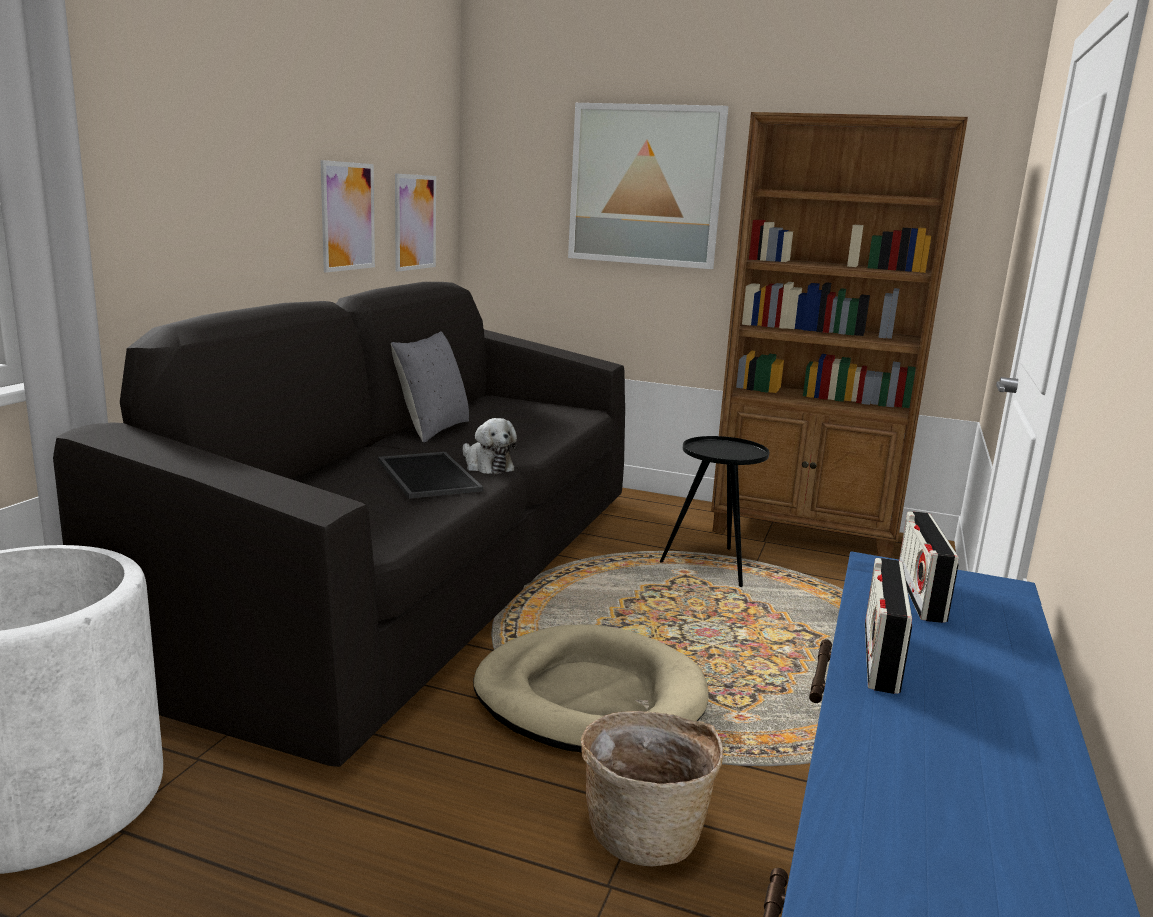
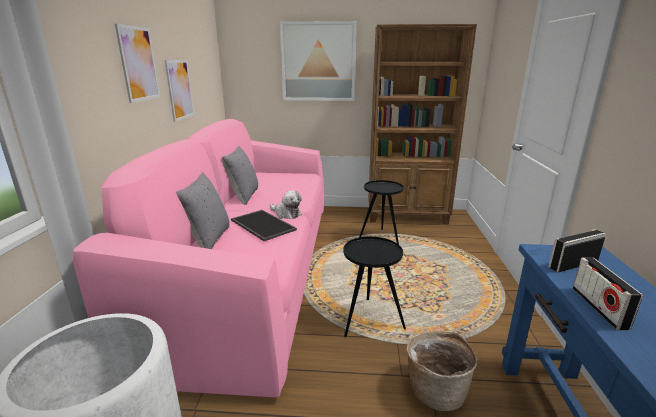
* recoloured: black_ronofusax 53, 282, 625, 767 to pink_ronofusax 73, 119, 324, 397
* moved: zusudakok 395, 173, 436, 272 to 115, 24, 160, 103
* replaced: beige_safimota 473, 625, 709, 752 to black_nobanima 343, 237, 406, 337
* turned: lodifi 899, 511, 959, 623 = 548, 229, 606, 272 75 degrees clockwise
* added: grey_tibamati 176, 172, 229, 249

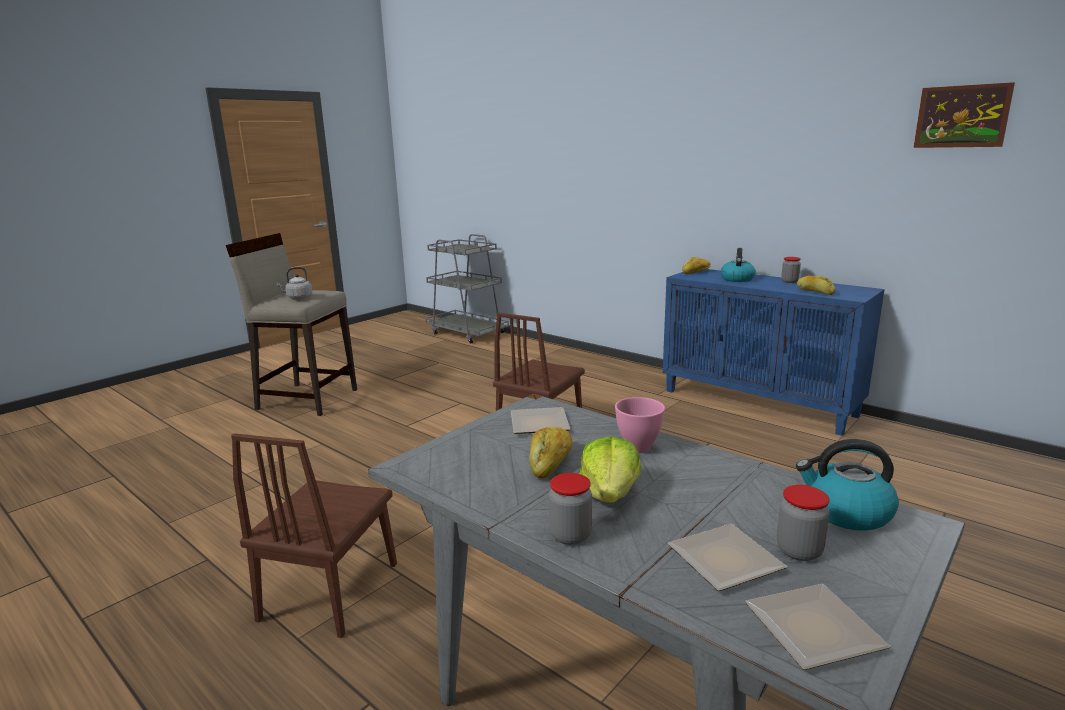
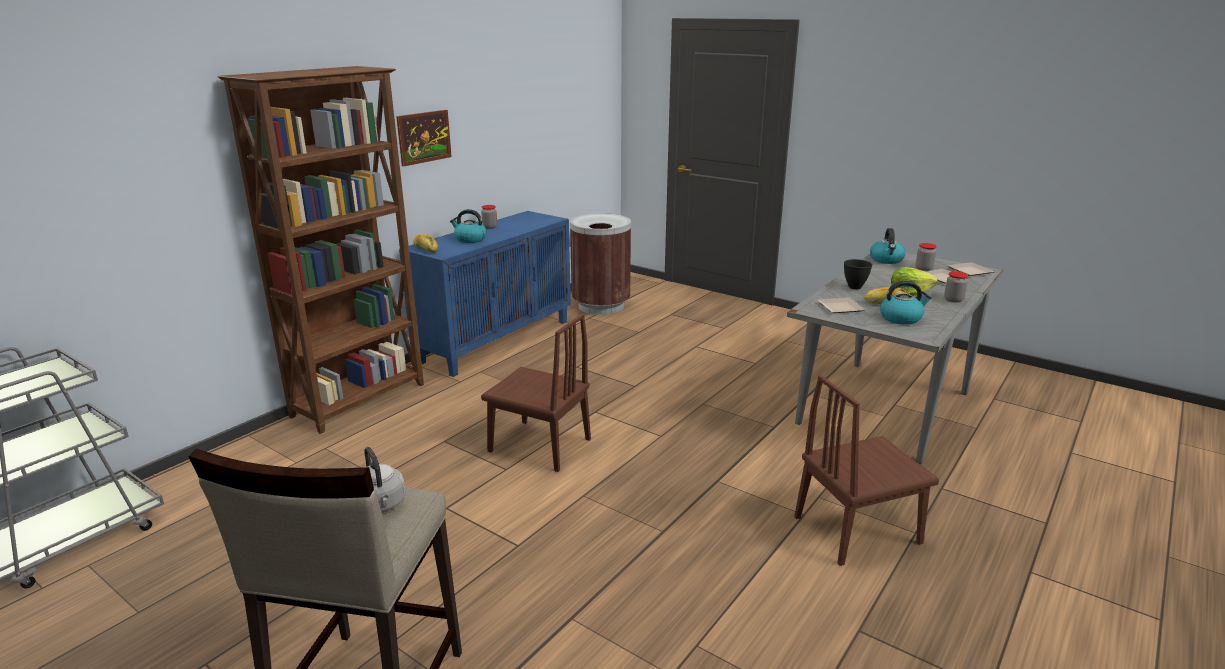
* turned: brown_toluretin 231, 433, 397, 638 = 794, 375, 939, 566 150 degrees clockwise
* recoloured: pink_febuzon 615, 397, 665, 453 to black_febuzon 844, 259, 872, 289
* removed: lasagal 797, 276, 836, 295
* moved: zusudakok 913, 82, 1015, 148 to 396, 110, 452, 167
* added: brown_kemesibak 217, 66, 424, 434
* added: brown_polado 570, 213, 631, 315
* added: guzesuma 880, 281, 932, 325

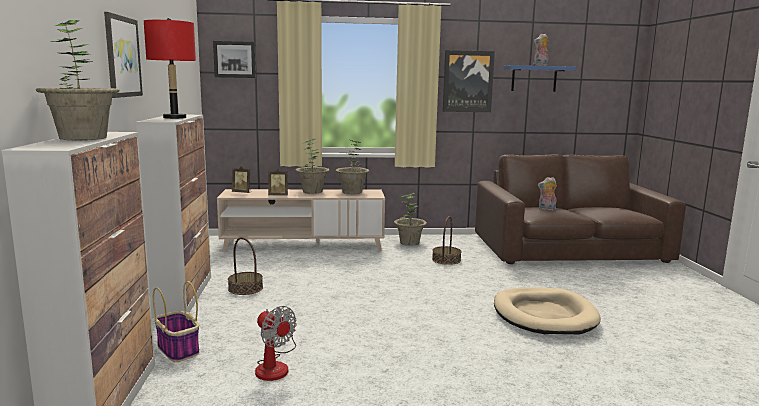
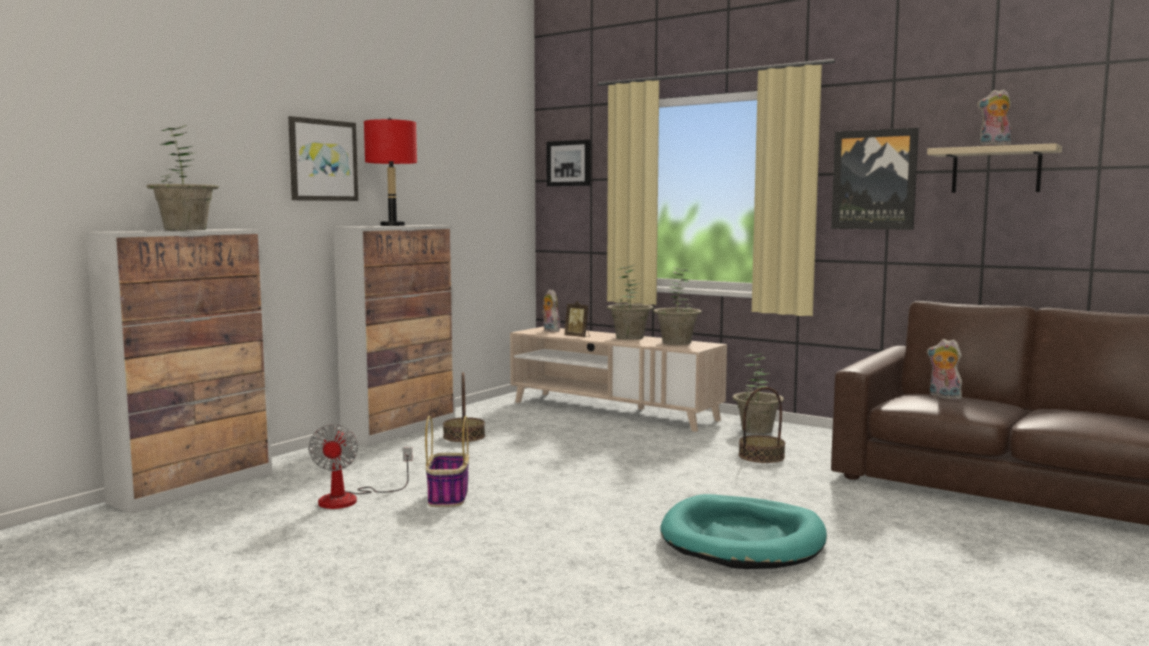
* moved: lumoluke 153, 281, 199, 362 to 425, 416, 469, 507
* replaced: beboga 232, 166, 251, 193 to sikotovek 542, 289, 560, 332
* recoloured: beige_safimota 494, 287, 601, 335 to turquoise_safimota 660, 494, 827, 569
* recoloured: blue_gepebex 504, 65, 576, 92 to beige_gepebex 927, 143, 1062, 193

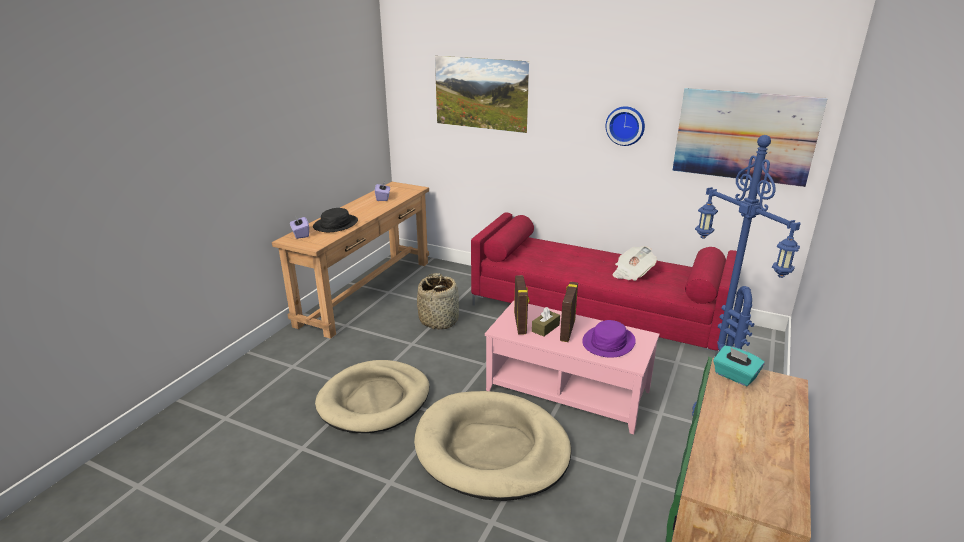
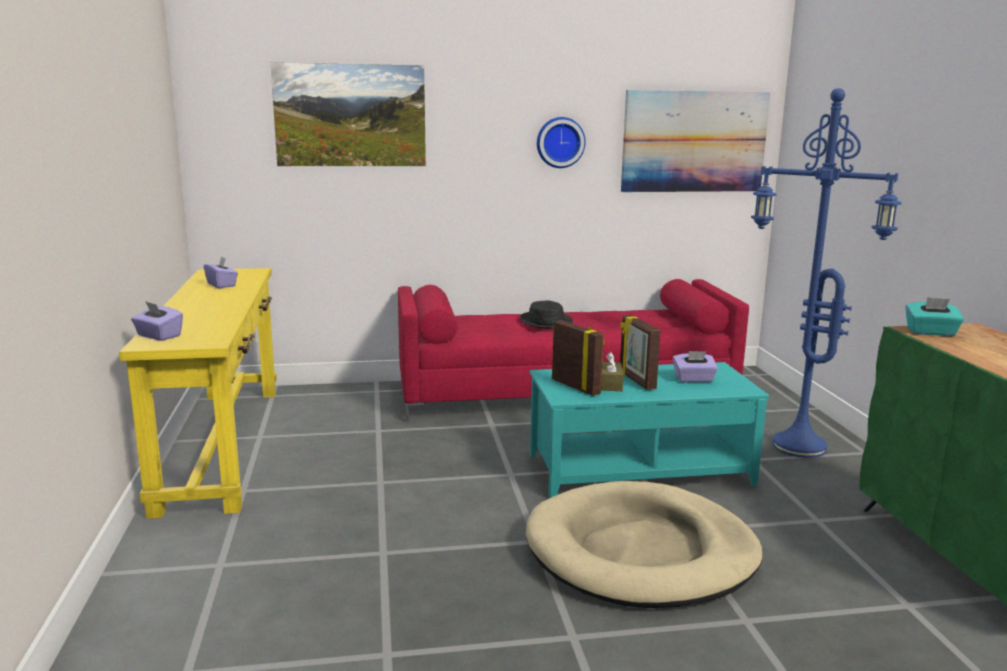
* recoloured: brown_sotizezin 272, 182, 429, 339 to yellow_sotizezin 119, 268, 277, 519
* moved: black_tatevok 313, 208, 358, 232 to 520, 301, 573, 329
* removed: beige_safimota 315, 360, 430, 433
* removed: lumoluke 417, 273, 459, 330
* recoloured: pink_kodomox 485, 301, 660, 435 to turquoise_kodomox 530, 362, 769, 498
* replaced: purple_tatevok 582, 320, 636, 358 to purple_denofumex 673, 351, 718, 382
* removed: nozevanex 613, 246, 657, 281

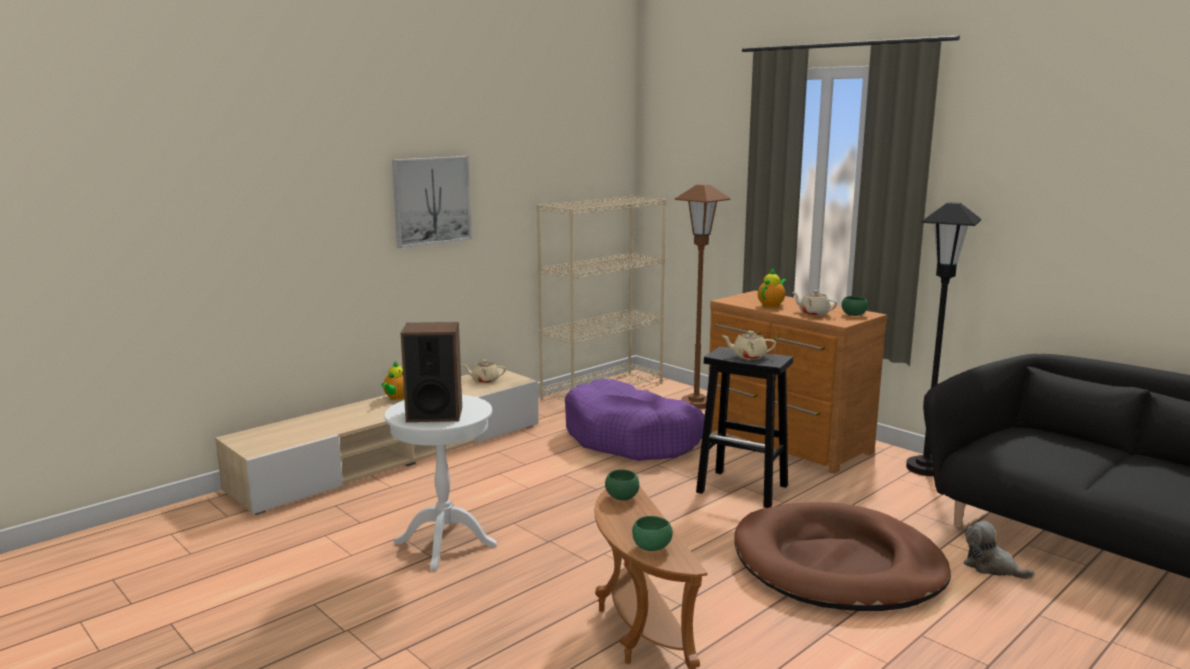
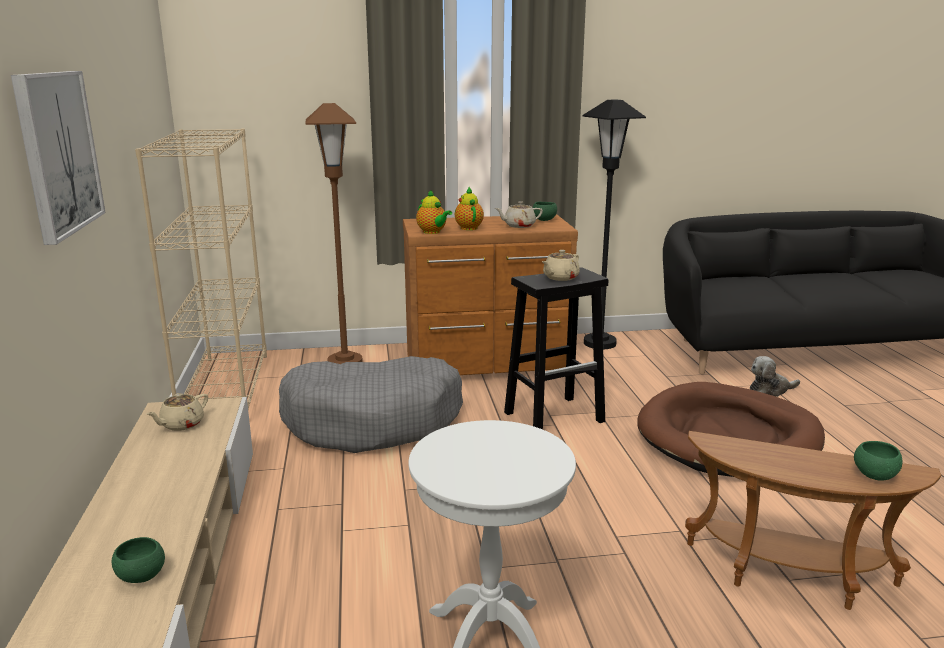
* moved: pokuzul 381, 361, 404, 400 to 416, 190, 452, 234
* removed: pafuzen 401, 322, 462, 422
* recoloured: purple_safimota 565, 379, 705, 461 to grey_safimota 279, 356, 463, 453
* moved: green_febuzon 605, 469, 639, 501 to 112, 537, 165, 583

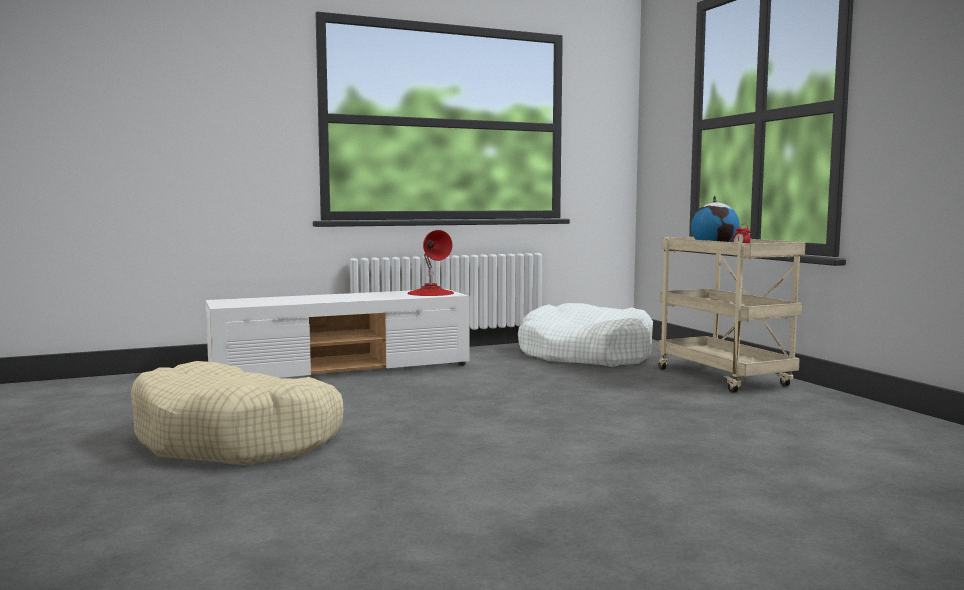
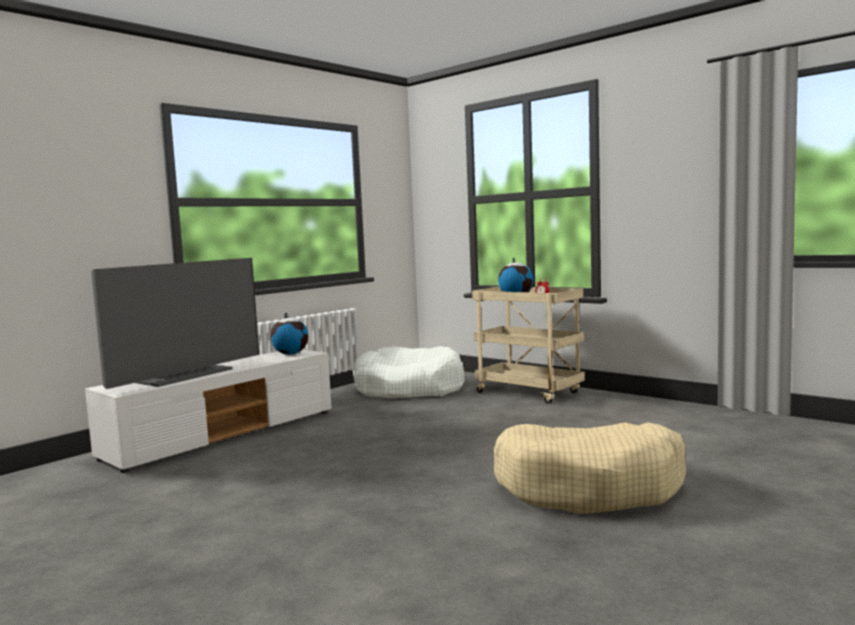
* moved: beige_safimota 131, 361, 343, 465 to 494, 422, 686, 514
* replaced: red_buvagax 407, 230, 454, 296 to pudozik 270, 313, 308, 355
* added: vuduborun 91, 258, 259, 389

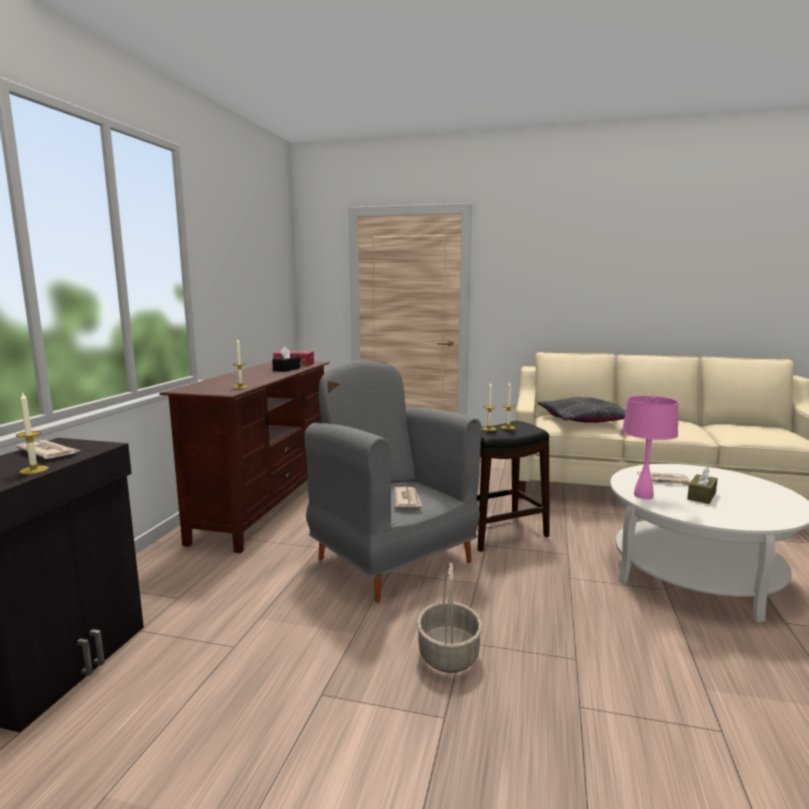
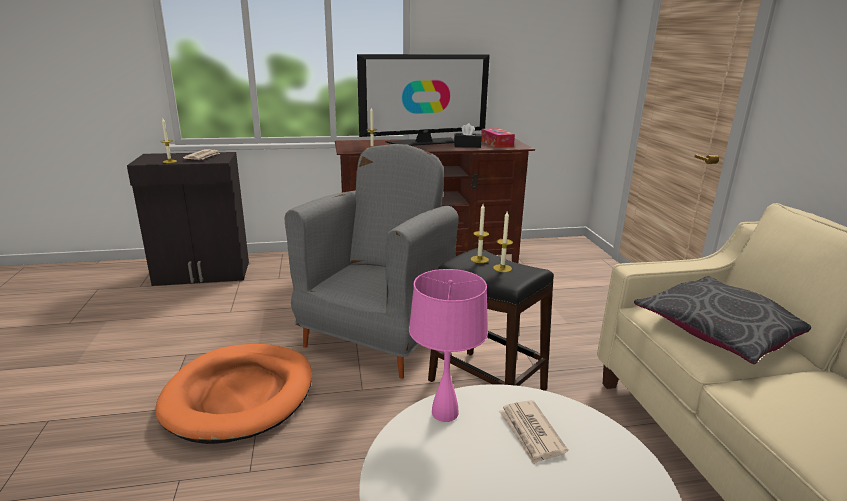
* removed: nozevanex 394, 487, 422, 507
* replaced: lumoluke 417, 562, 482, 673 to orange_safimota 155, 344, 312, 444
* removed: brown_denofumex 687, 466, 718, 504
* added: vuduborun 357, 54, 490, 146

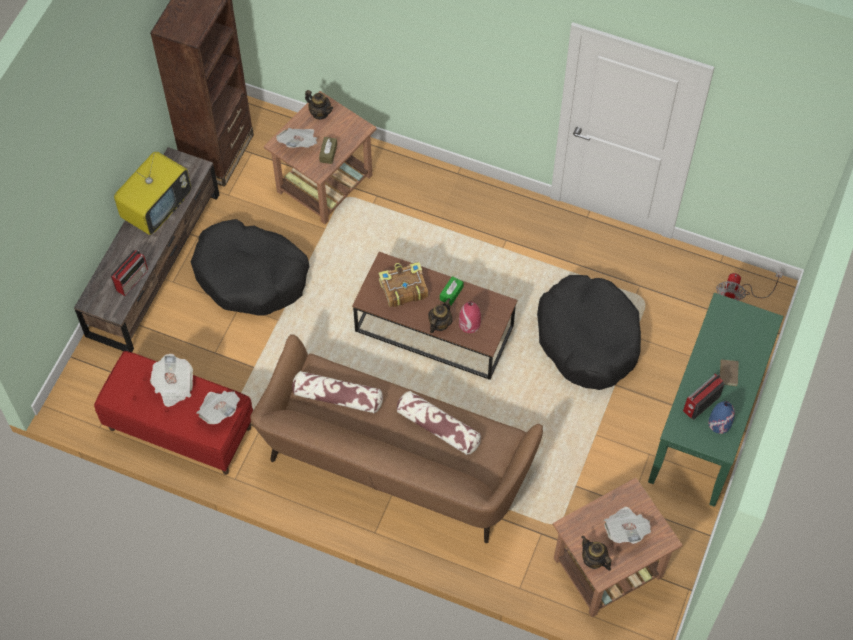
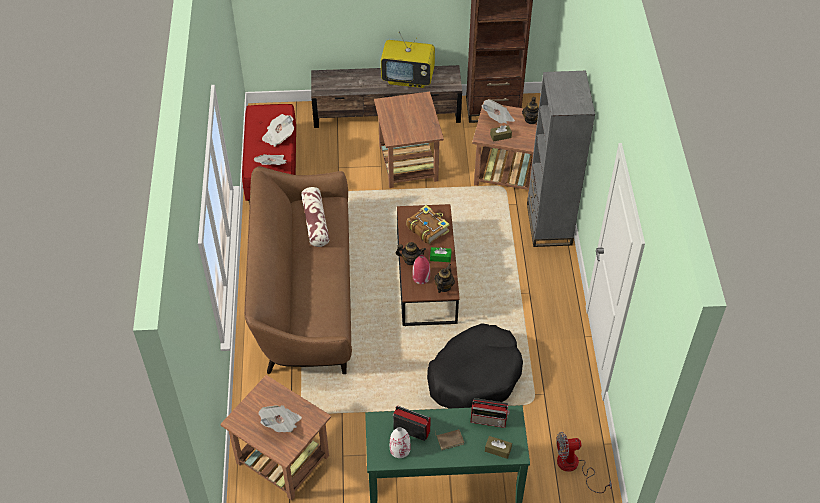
* moved: lodifi 111, 250, 148, 296 to 471, 398, 509, 428
* replaced: black_safimota 191, 219, 310, 316 to brown_nobanima 374, 92, 444, 188
* removed: tibamati 397, 391, 481, 455
* moved: pokuzul 581, 536, 612, 570 to 434, 264, 455, 293
* recoloured: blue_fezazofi 708, 401, 735, 434 to white_fezazofi 390, 427, 411, 458
* added: brown_denofumex 485, 436, 512, 459
* added: grey_kemesibak 527, 71, 595, 247

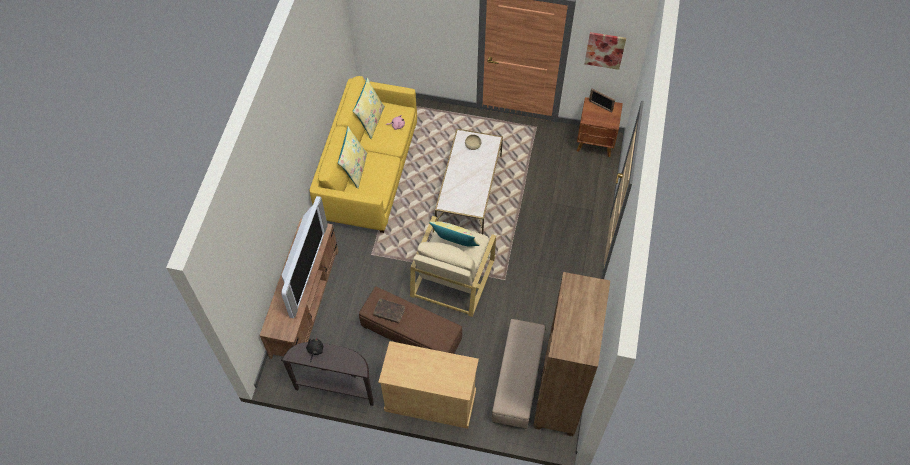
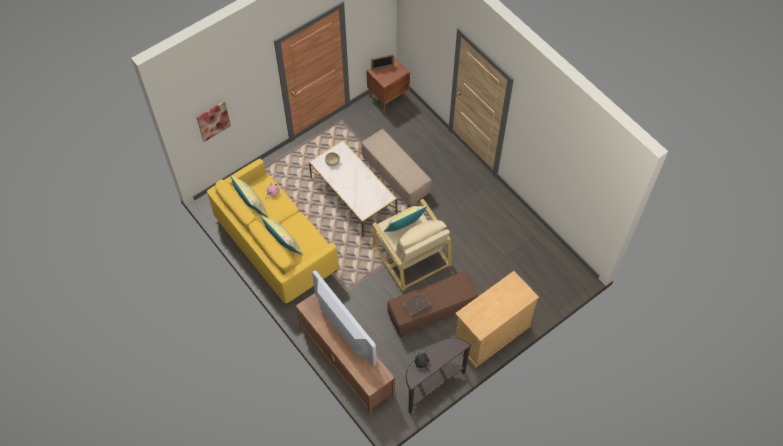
* moved: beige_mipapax 491, 319, 545, 429 to 361, 129, 432, 207
* removed: brown_kemesibak 533, 272, 610, 436
* moved: zusudakok 584, 32, 626, 70 to 196, 101, 231, 142

